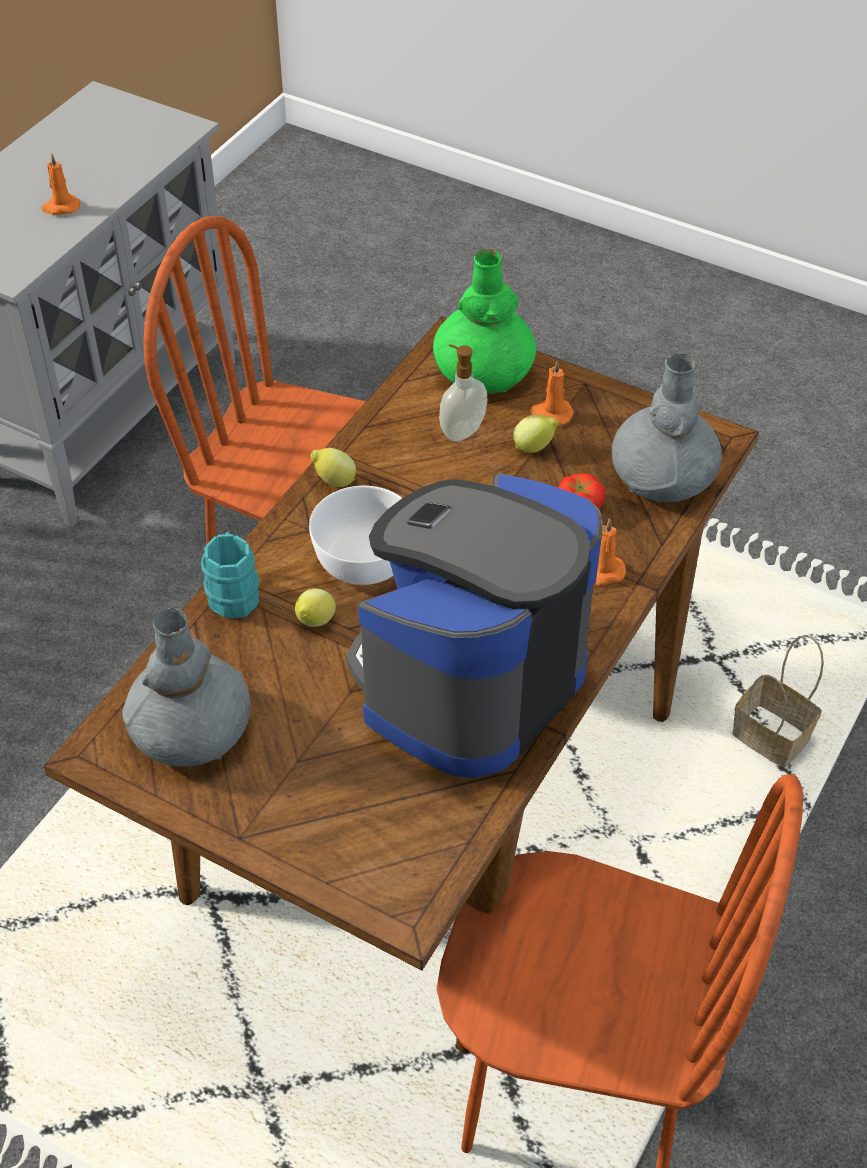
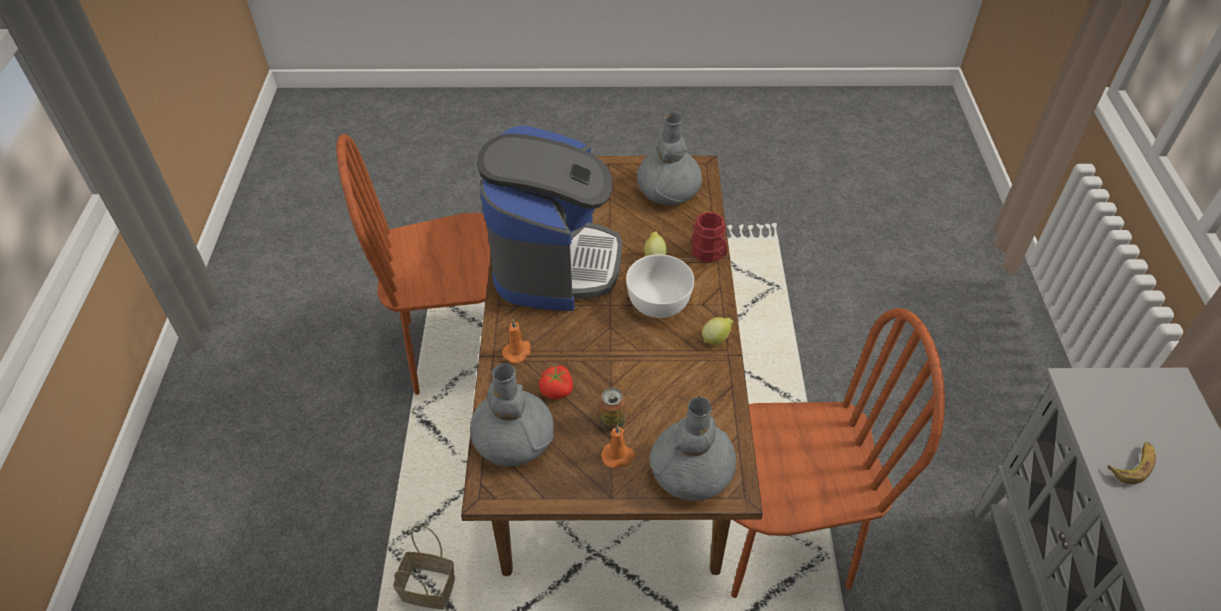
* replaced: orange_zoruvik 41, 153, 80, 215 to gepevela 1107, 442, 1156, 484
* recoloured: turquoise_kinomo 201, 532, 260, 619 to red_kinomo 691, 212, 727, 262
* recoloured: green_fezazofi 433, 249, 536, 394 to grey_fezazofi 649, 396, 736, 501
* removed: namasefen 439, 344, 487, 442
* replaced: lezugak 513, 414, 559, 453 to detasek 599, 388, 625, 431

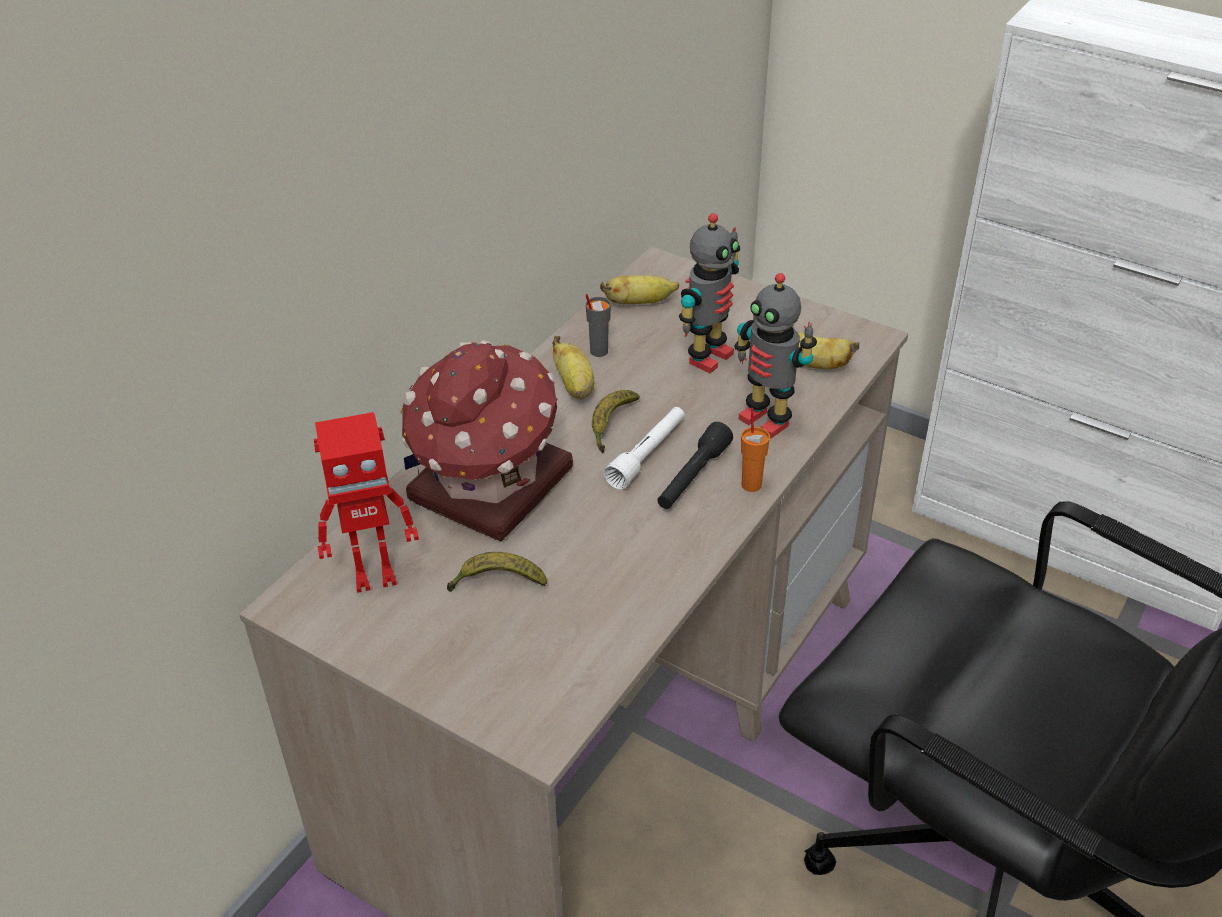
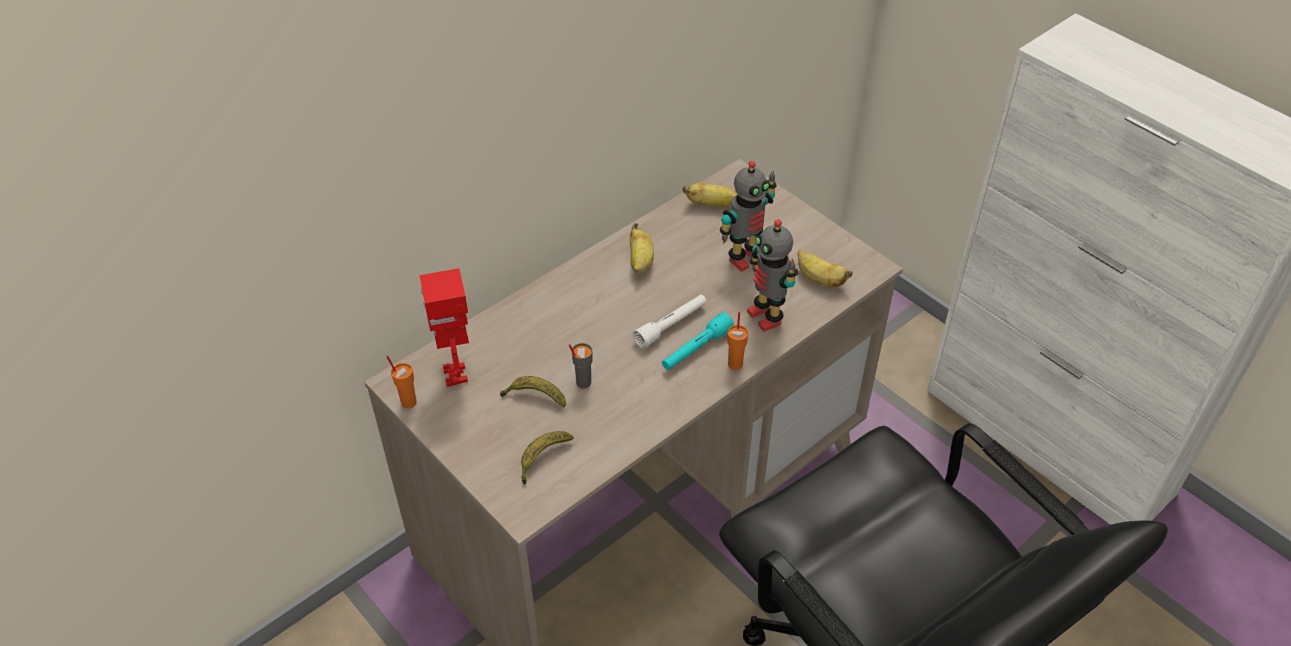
* turned: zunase 314, 412, 419, 593 = 419, 268, 469, 387 75 degrees clockwise
* removed: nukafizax 401, 340, 573, 542
* moved: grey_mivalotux 586, 294, 611, 357 to 569, 343, 593, 388
* moved: gepevela 592, 390, 640, 453 to 521, 431, 574, 485
* recoloured: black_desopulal 657, 422, 733, 509 to turquoise_desopulal 662, 312, 734, 370
* added: orange_mivalotux 387, 356, 417, 409

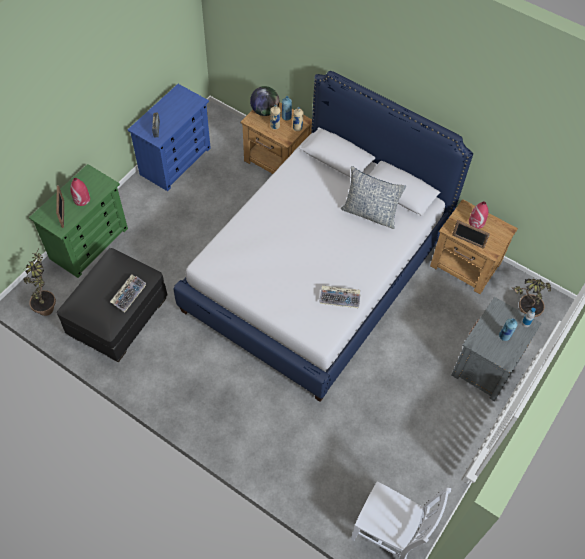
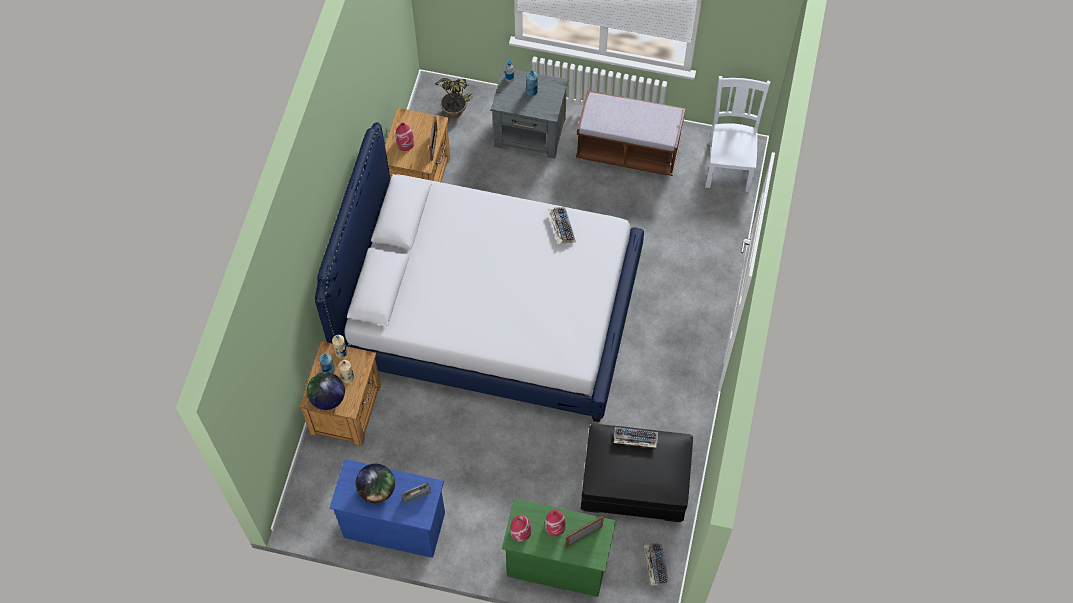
* replaced: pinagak 23, 250, 56, 316 to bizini 644, 543, 669, 585
* removed: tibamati 341, 166, 406, 229
* added: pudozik 356, 464, 395, 503
* added: red_fezazofi 510, 515, 531, 542
* added: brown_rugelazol 576, 90, 686, 176

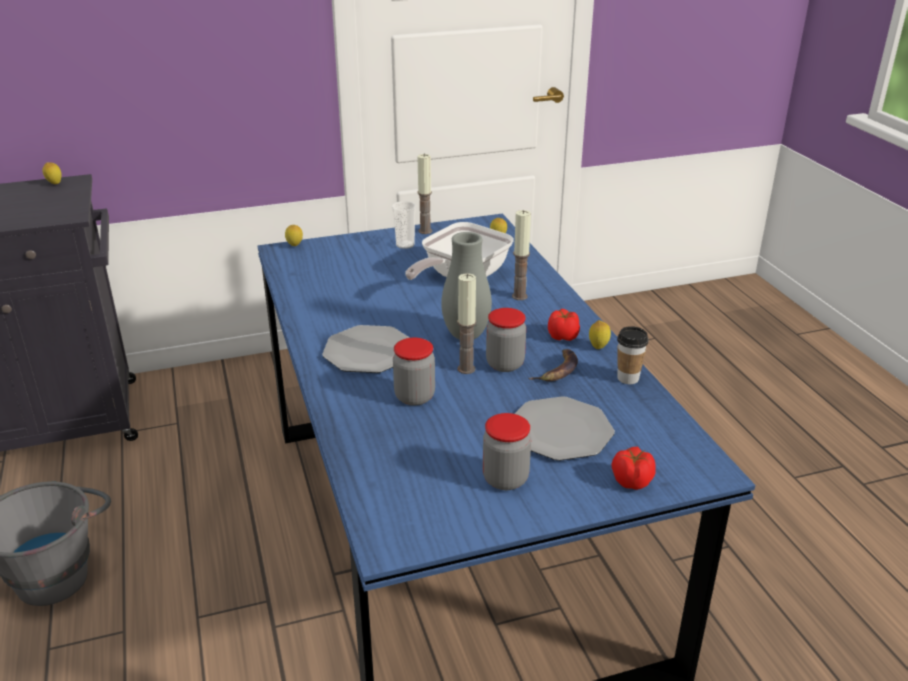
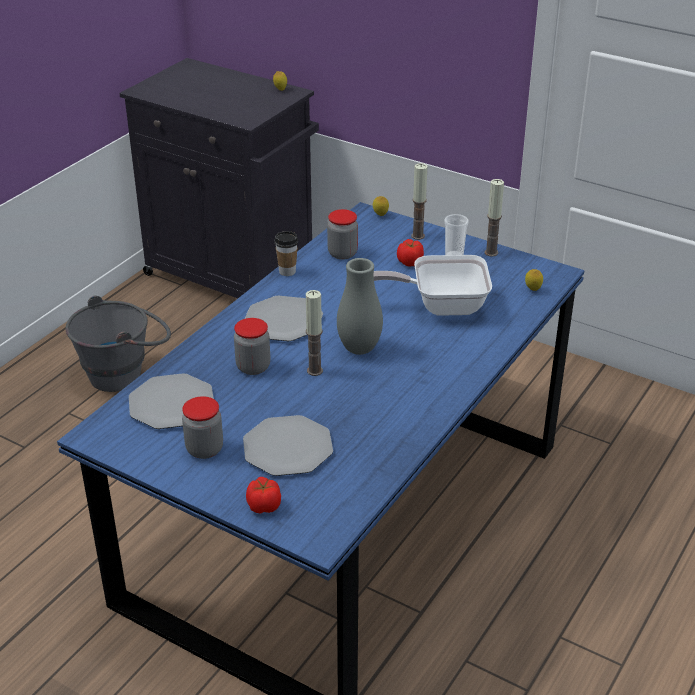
* moved: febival 486, 308, 526, 372 to 327, 209, 358, 260
* moved: zoruvik 512, 210, 531, 300 to 411, 163, 428, 240
* removed: gepevela 529, 349, 578, 381
* moved: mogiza 548, 309, 580, 341 to 397, 239, 424, 267
* removed: lezugak 589, 320, 611, 349
* moved: mivalotux 617, 326, 648, 384 to 274, 231, 298, 276
* added: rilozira 129, 373, 214, 429

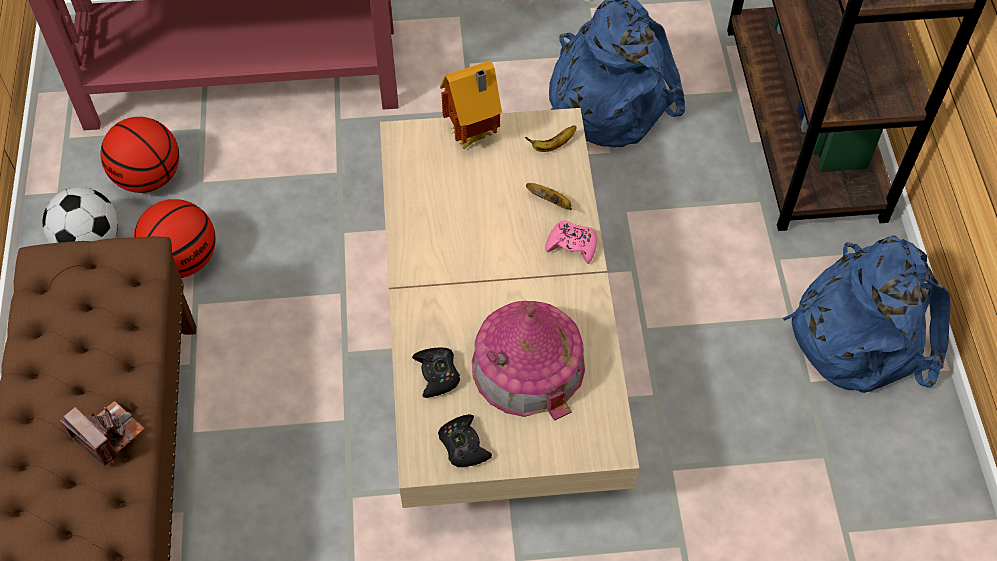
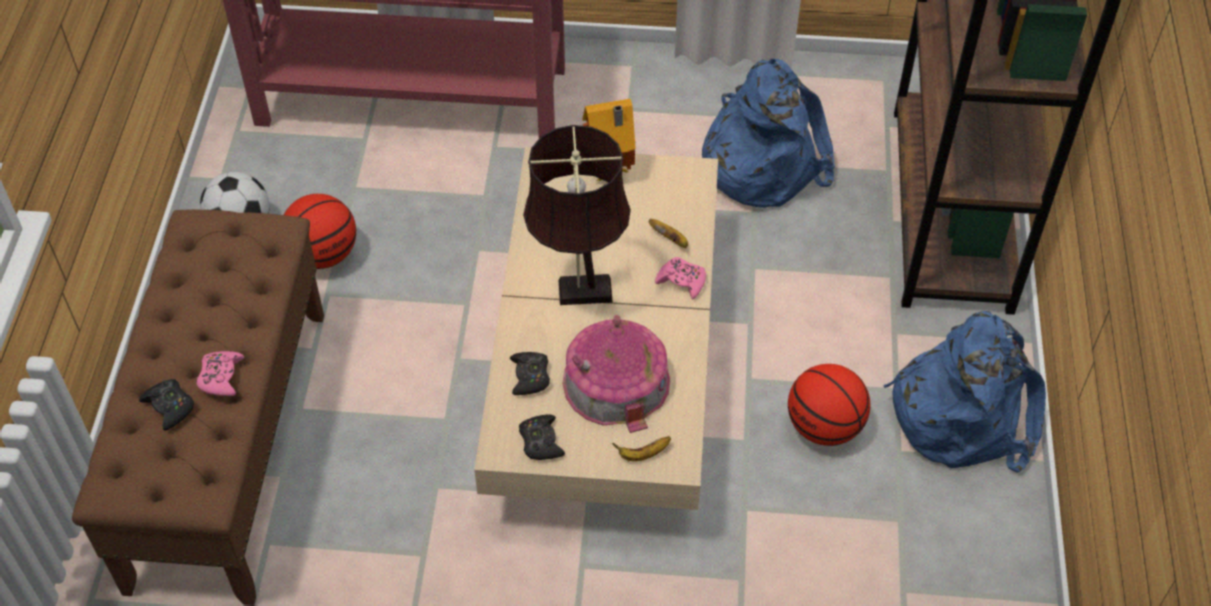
* replaced: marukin 60, 401, 145, 466 to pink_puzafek 197, 351, 244, 396
* moved: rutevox 101, 117, 179, 193 to 788, 364, 870, 446
* moved: gepevela 525, 125, 577, 152 to 612, 436, 671, 461
* added: black_puzafek 139, 379, 194, 431
* added: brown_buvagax 523, 125, 631, 305

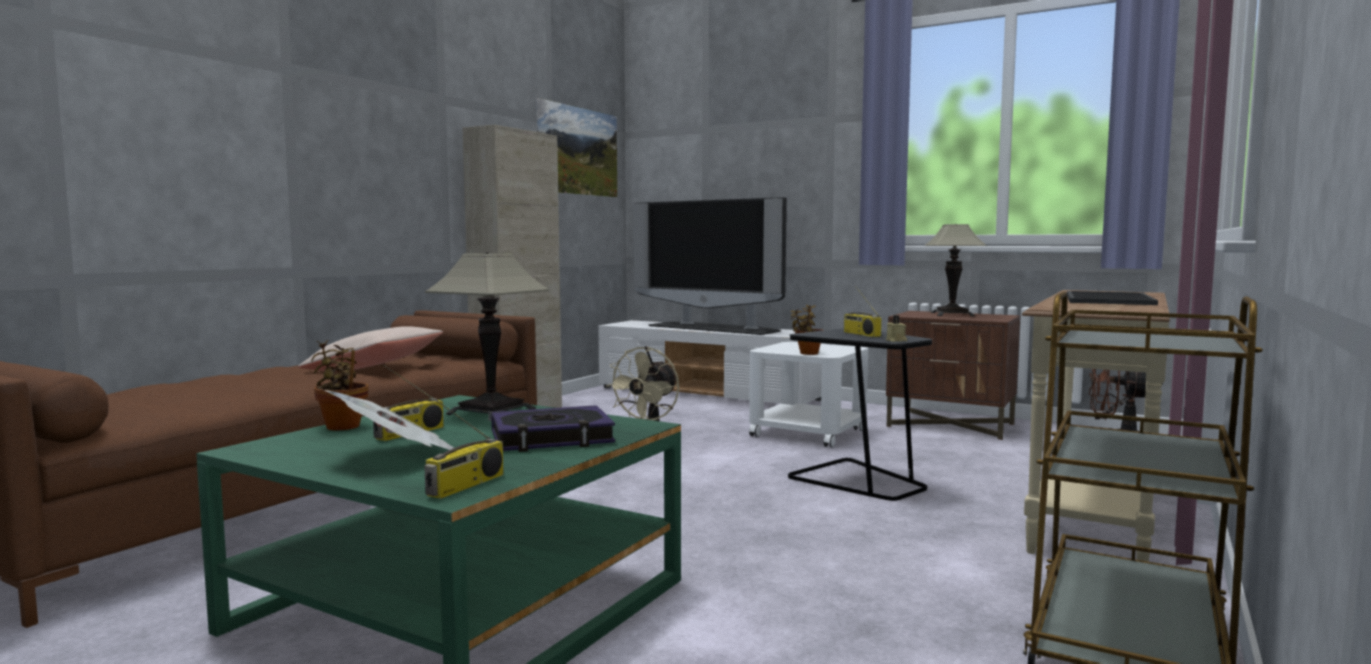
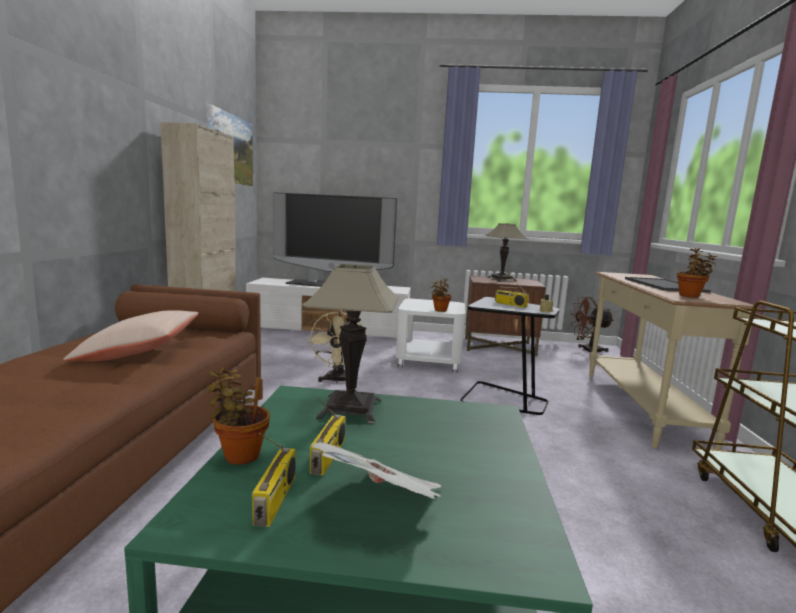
* moved: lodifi 424, 400, 504, 499 to 252, 433, 296, 527
* removed: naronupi 491, 405, 615, 452
* added: pinagak 677, 248, 717, 297

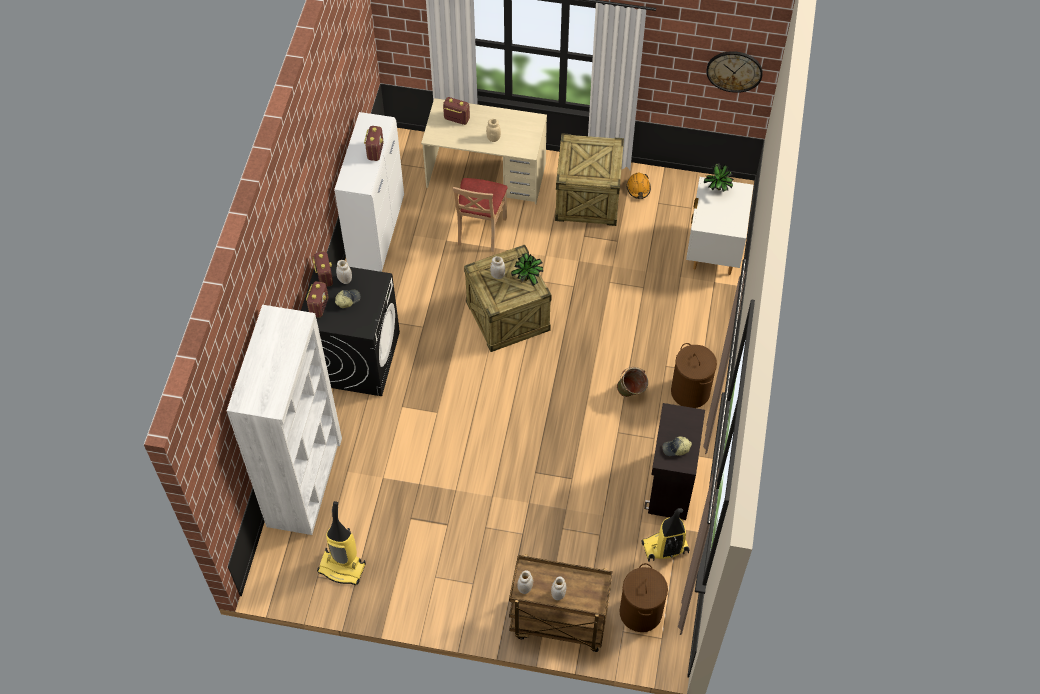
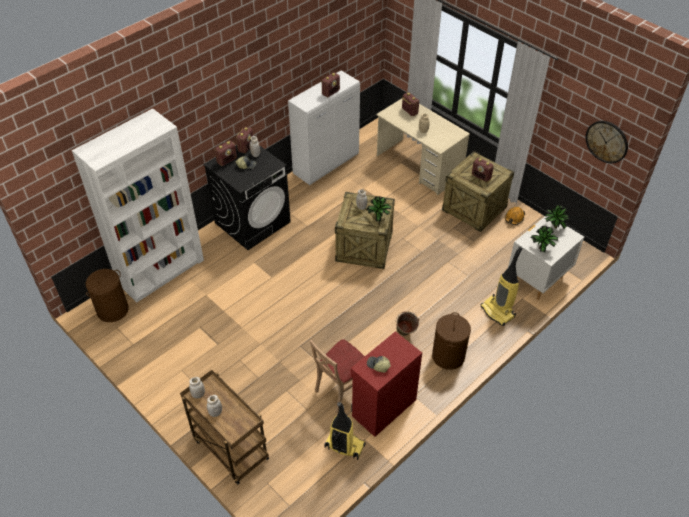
* moved: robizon 317, 501, 366, 585 to 480, 246, 523, 326
* moved: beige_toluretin 453, 178, 508, 252 to 310, 339, 365, 413
* moved: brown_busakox 619, 563, 668, 632 to 86, 269, 129, 322
* recoloured: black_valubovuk 644, 403, 705, 520 to red_valubovuk 351, 331, 422, 437
* added: lodifi 472, 158, 494, 182
* added: pinagak 531, 226, 558, 252

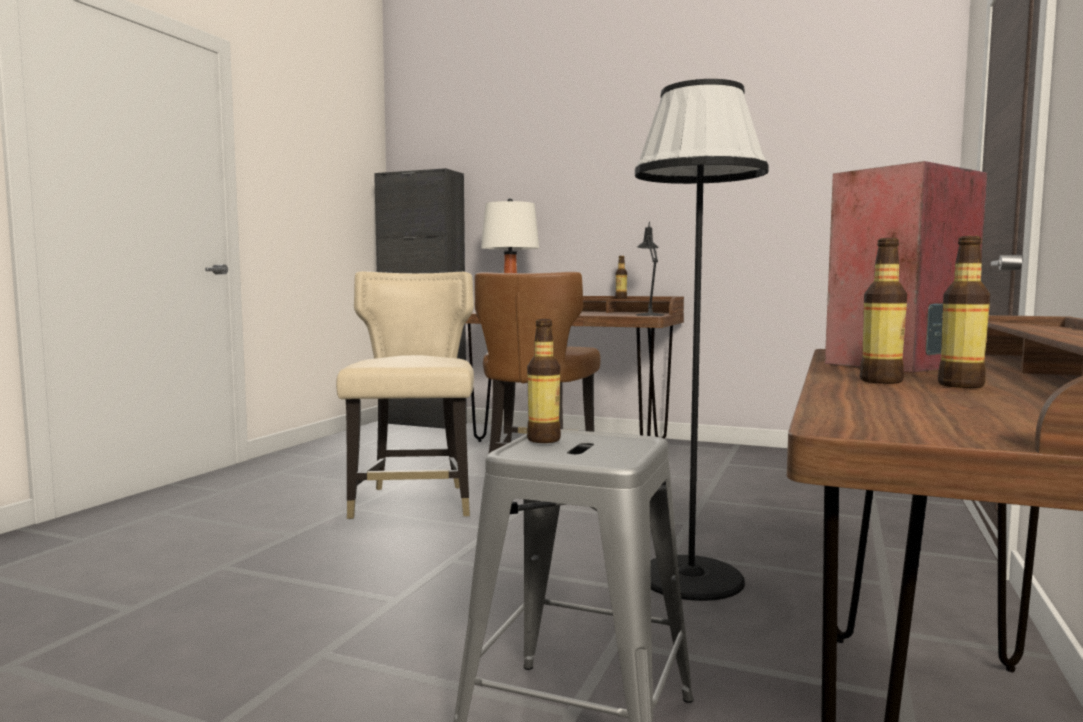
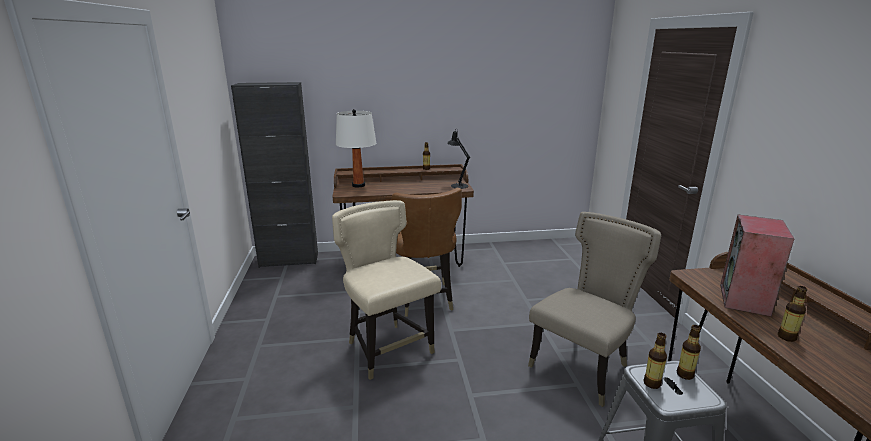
* replaced: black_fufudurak 635, 79, 769, 601 to beige_toluretin 528, 212, 661, 407
* moved: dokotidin 938, 236, 990, 388 to 677, 325, 701, 380

